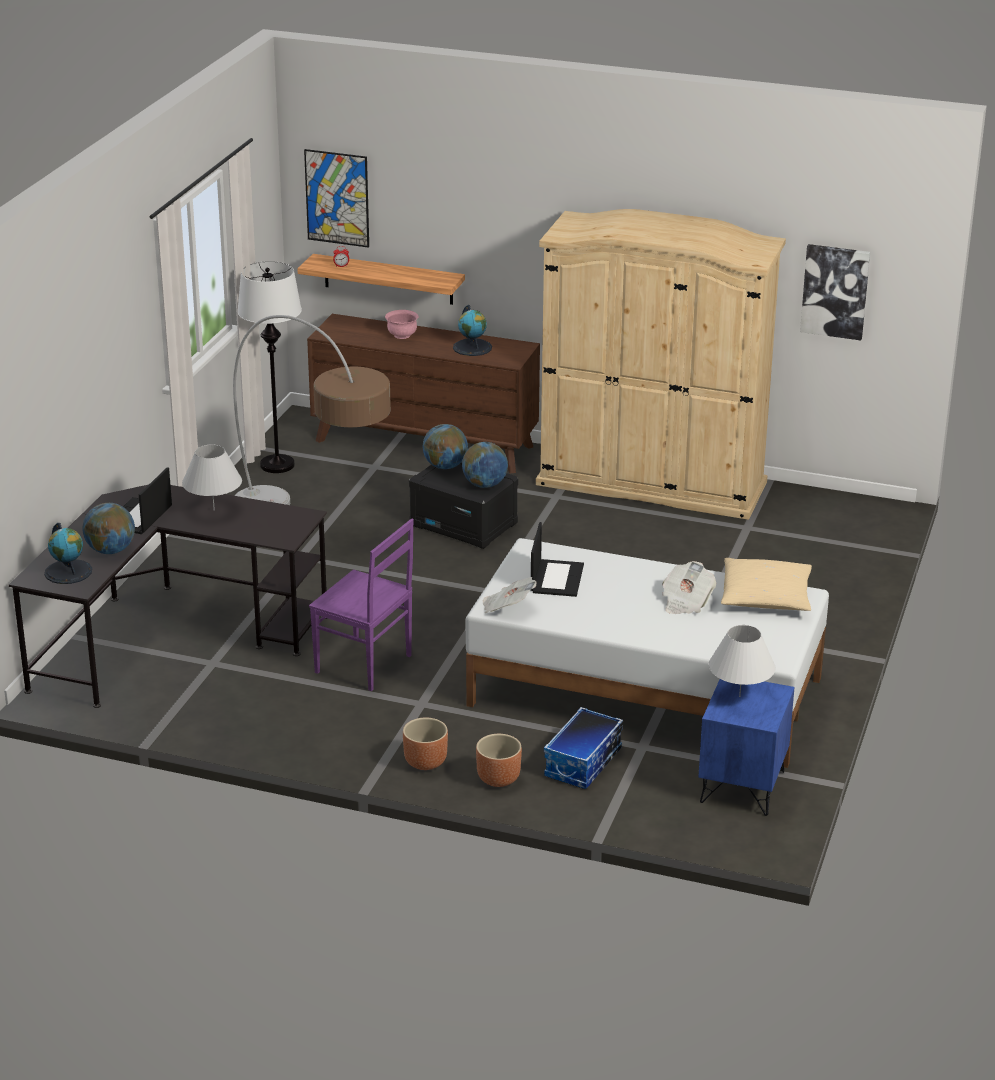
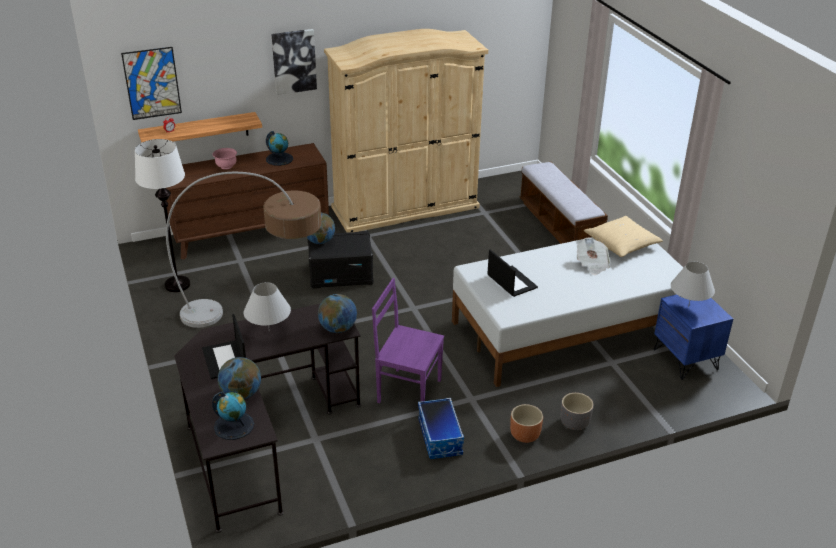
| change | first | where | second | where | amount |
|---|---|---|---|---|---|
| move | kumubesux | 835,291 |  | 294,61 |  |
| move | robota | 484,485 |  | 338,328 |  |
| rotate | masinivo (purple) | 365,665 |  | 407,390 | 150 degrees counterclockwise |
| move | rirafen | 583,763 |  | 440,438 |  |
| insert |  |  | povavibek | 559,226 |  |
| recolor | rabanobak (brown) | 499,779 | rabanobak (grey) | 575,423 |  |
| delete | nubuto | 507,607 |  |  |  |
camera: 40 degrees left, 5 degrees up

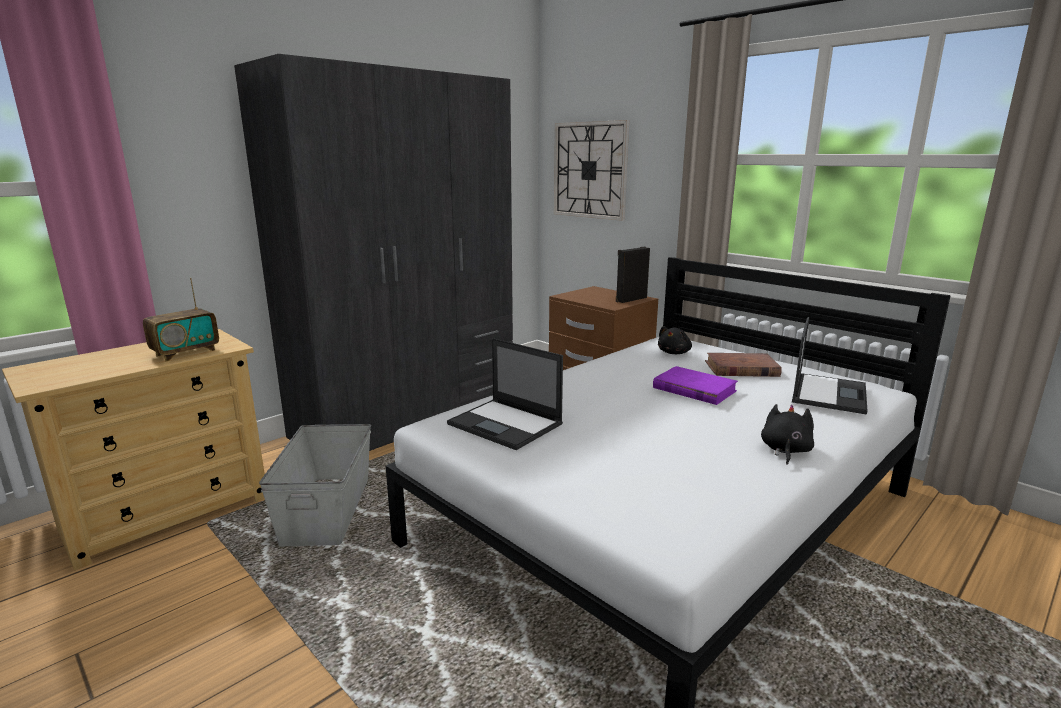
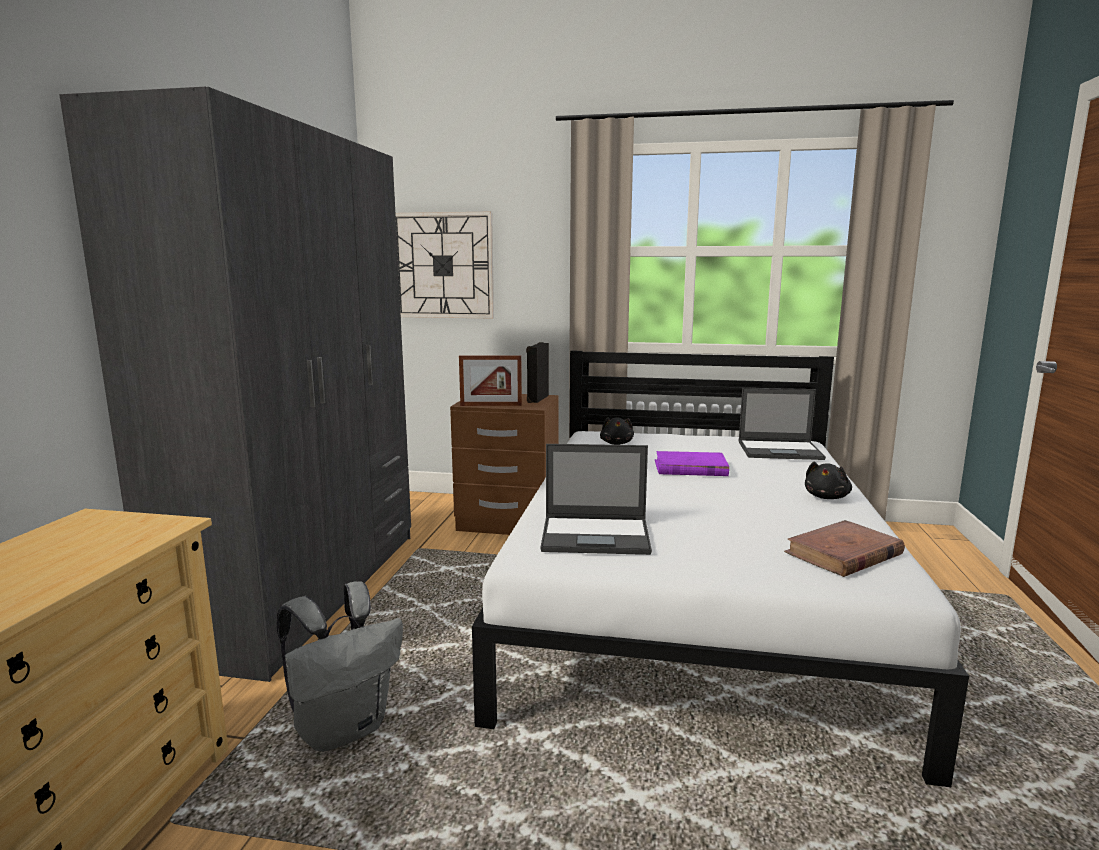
| change | first | where | second | where | amount |
|---|---|---|---|---|---|
| replace | rirafen (grey) | 328,510 | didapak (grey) | 344,728 |  |
| insert |  |  | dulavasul | 491,405 |  |
| rotate | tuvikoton | 828,393 |  | 780,450 | 105 degrees clockwise |
| move | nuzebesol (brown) | 741,369 |  | 843,554 |  |
| rotate | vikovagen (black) | 785,450 |  | 827,497 | 135 degrees counterclockwise |
| delete | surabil | 185,353 |  |  |  |
camera: 35 degrees left, 5 degrees down

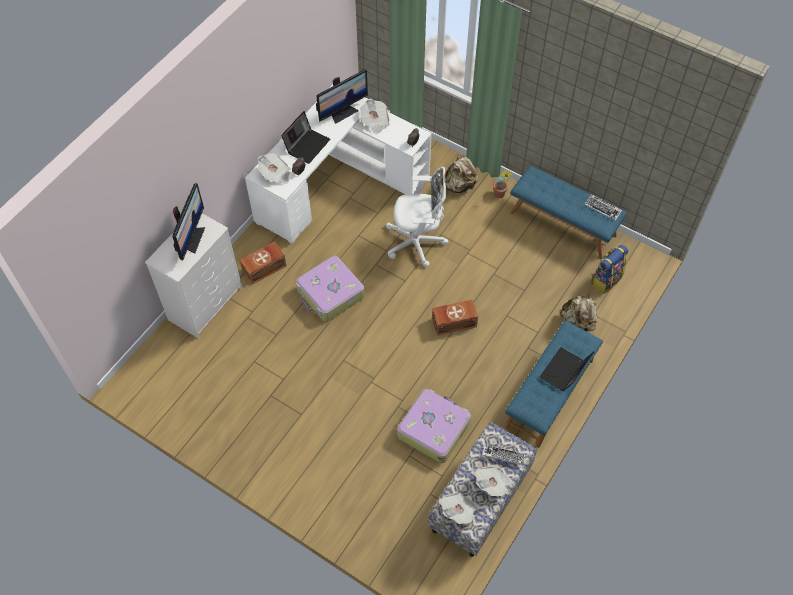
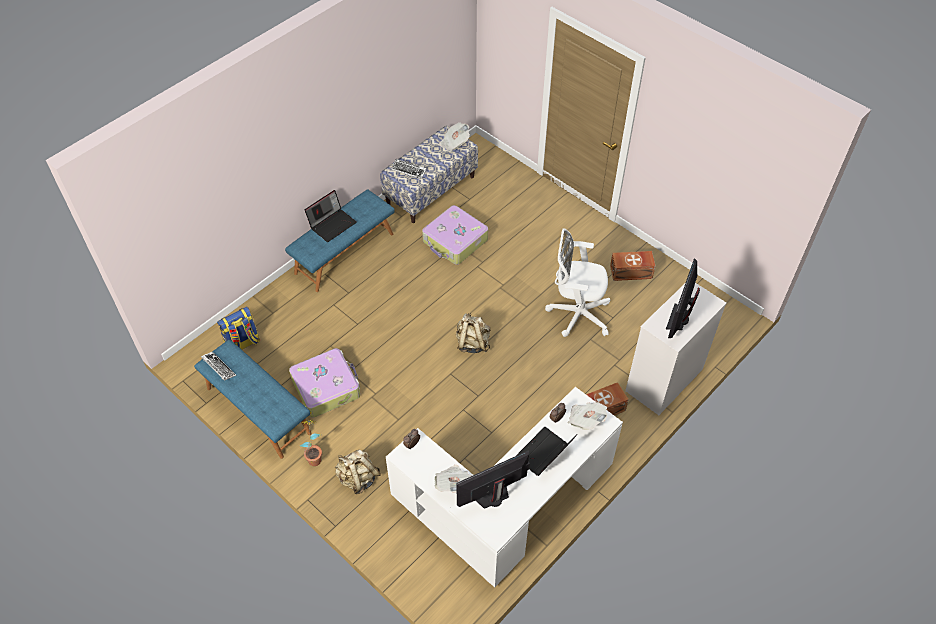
| change | first | where | second | where | amount |
|---|---|---|---|---|---|
| move | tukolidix | 330,294 |  | 326,387 |  |
| move | didapak (beige) | 578,323 |  | 472,343 |  |
| move | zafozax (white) | 417,243 |  | 576,314 |  |
| move | rirafen (brown) | 453,322 |  | 631,272 |  |
| delete | nubuto | 493,484 |  |  |  |
camera: 170 degrees left, 5 degrees down

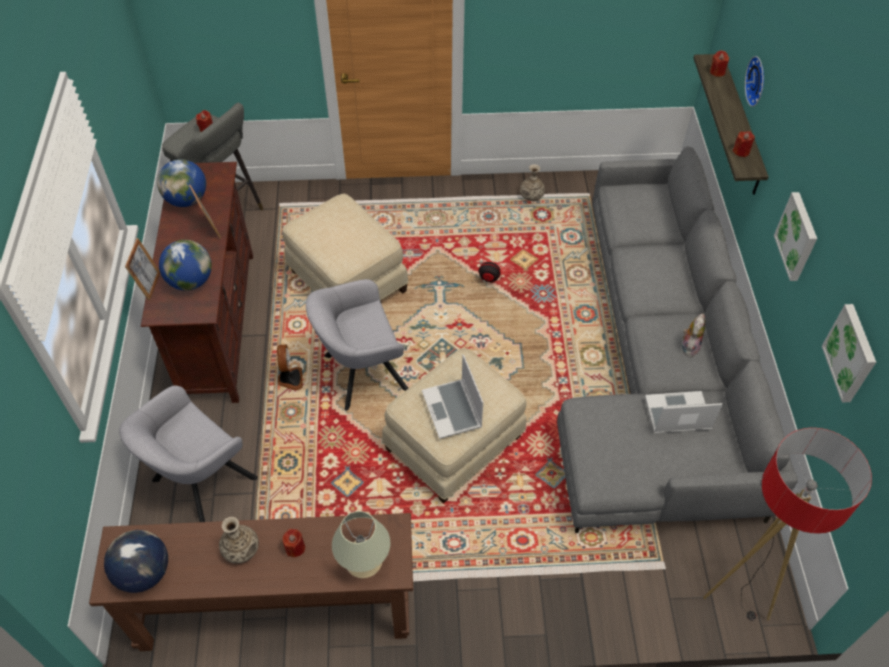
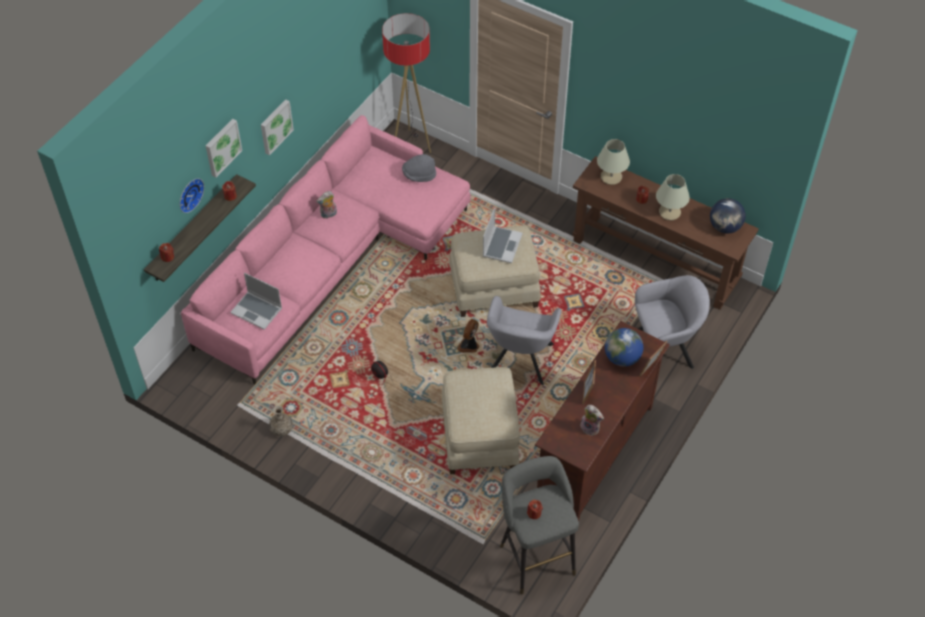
| change | first | where | second | where | amount |
|---|---|---|---|---|---|
| recolor | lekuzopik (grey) | 657,370 | lekuzopik (pink) | 332,260 |  |
| move | kumubesux | 851,353 |  | 222,147 |  |
| move | tuvikoton | 677,414 |  | 257,311 |  |
| insert |  |  | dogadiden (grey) | 419,175 |  |
| move | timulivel | 290,379 |  | 469,346 |  |
| rotate | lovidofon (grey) | 360,374 |  | 519,362 | 90 degrees clockwise |
| replace | robota | 187,200 | vikovagen | 591,428 |  |
| replace | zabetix | 241,550 | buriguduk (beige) | 669,212 |  |
camera: 145 degrees left, 0 degrees up

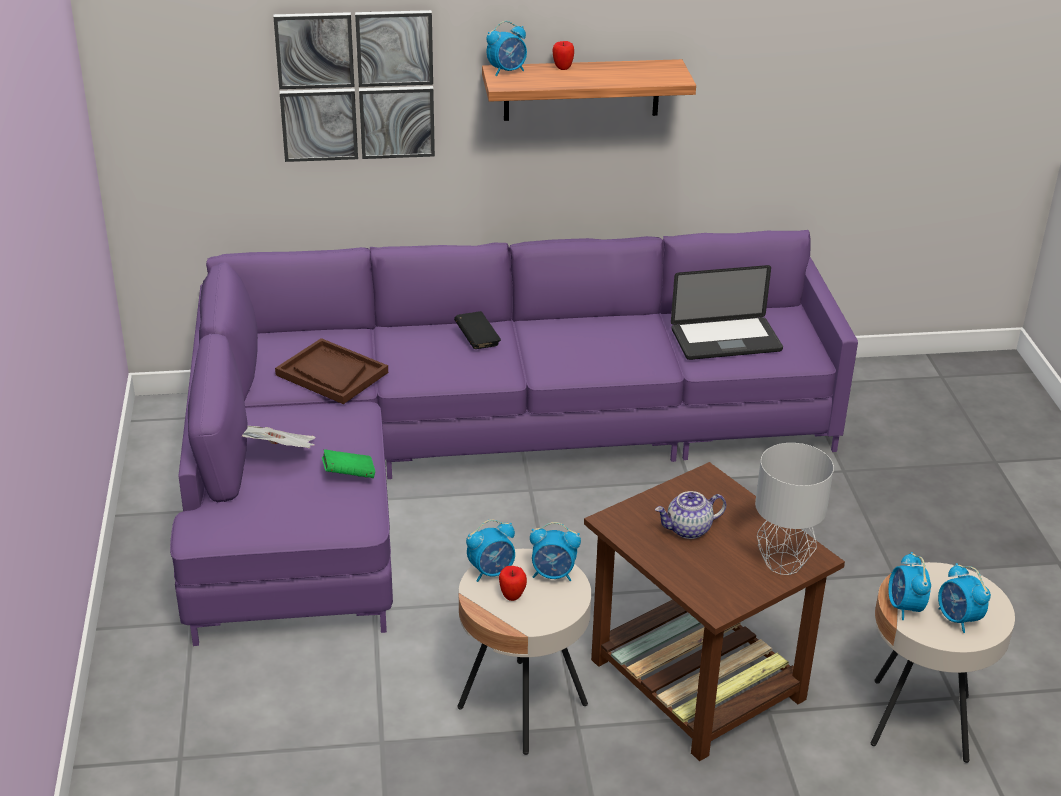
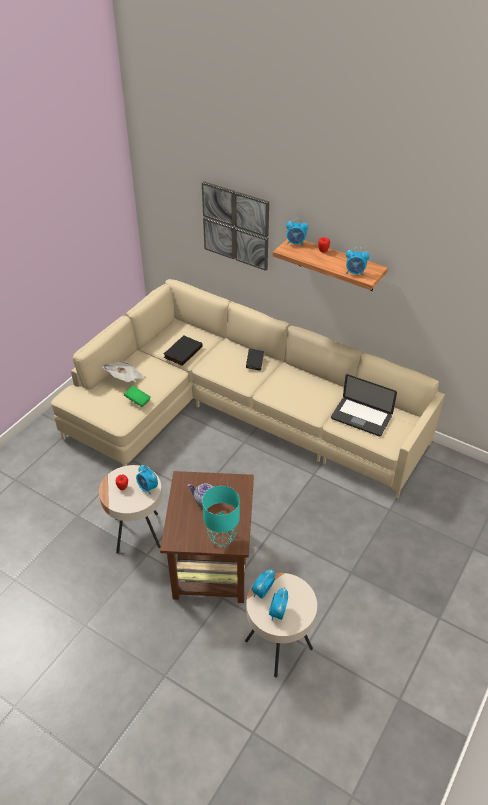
| change | first | where | second | where | amount |
|---|---|---|---|---|---|
| recolor | lekuzopik (purple) | 466,458 | lekuzopik (beige) | 236,413 |  |
| replace | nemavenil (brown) | 331,374 | nuzebesol (black) | 182,352 |  |
| recolor | buriguduk (grey) | 784,563 | buriguduk (turquoise) | 223,539 |  |
| move | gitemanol | 492,572 |  | 355,273 |  |
camera: 40 degrees right, 10 degrees up

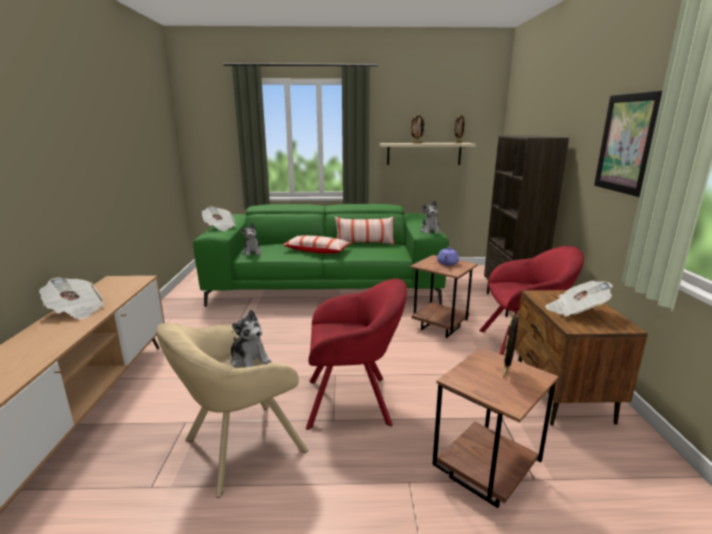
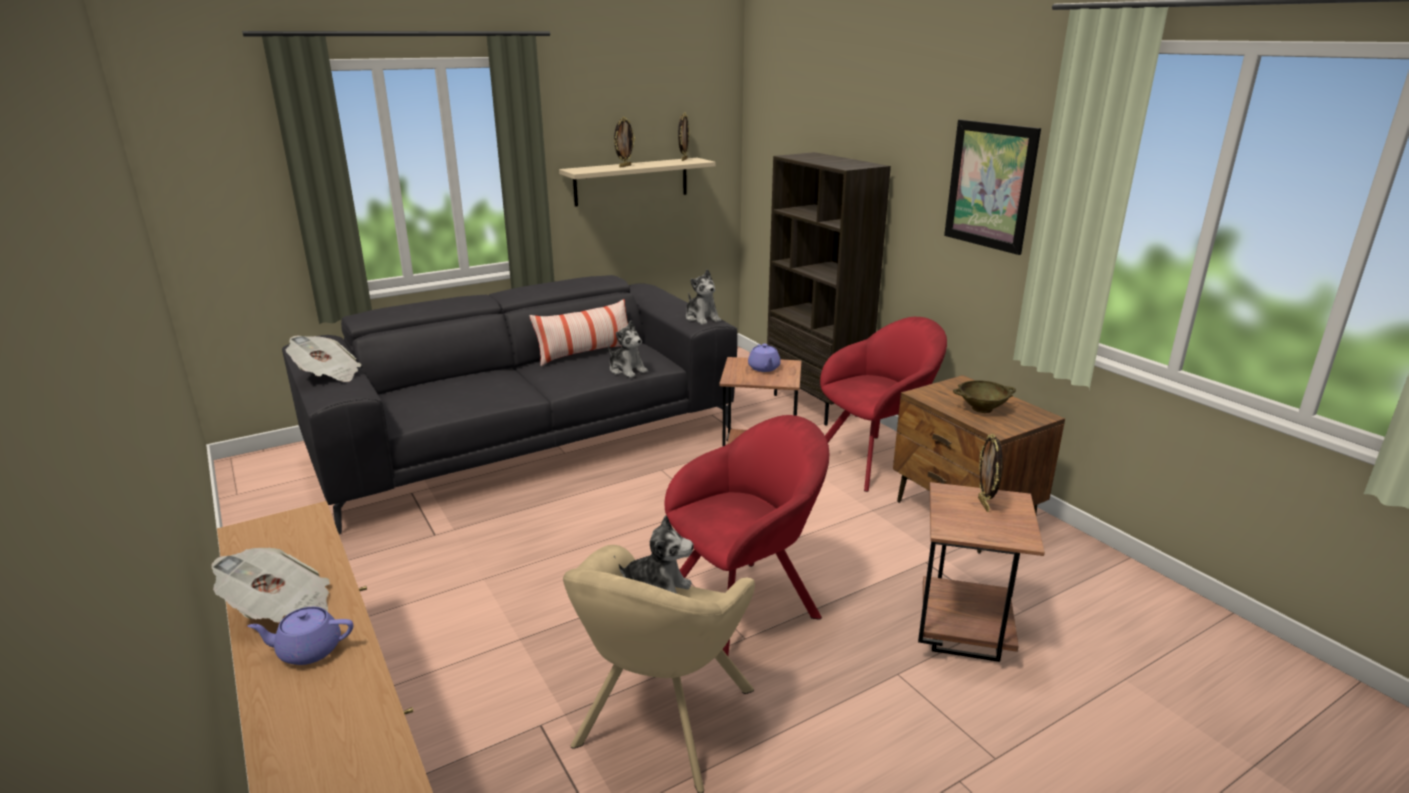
| change | first | where | second | where | amount |
|---|---|---|---|---|---|
| insert |  |  | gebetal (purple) | 308,650 |  |
| recolor | lekuzopik (green) | 326,287 | lekuzopik (grey) | 526,441 |  |
| move | vikovagen | 252,252 |  | 627,370 |  |
| replace | nubuto | 575,311 | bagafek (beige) | 981,409 |  |
| delete | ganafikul | 317,251 |  |  |  |
camera: 30 degrees left, 5 degrees up

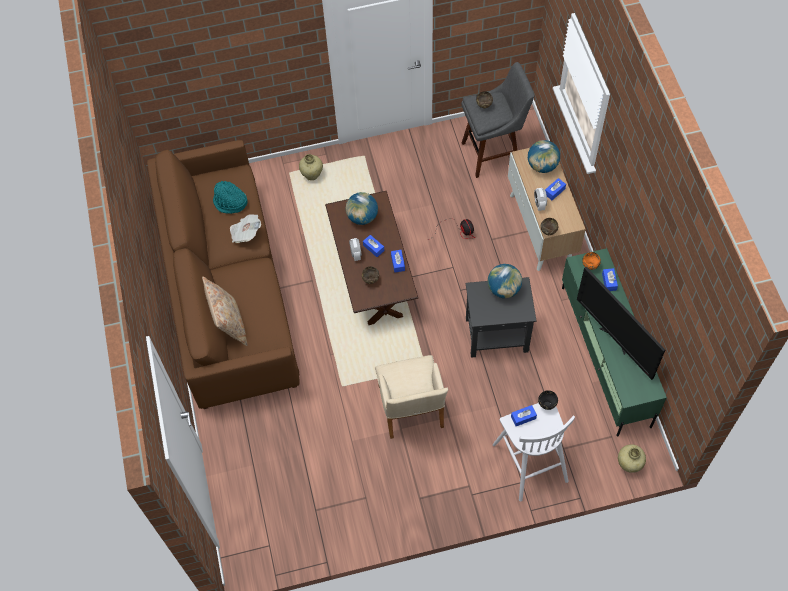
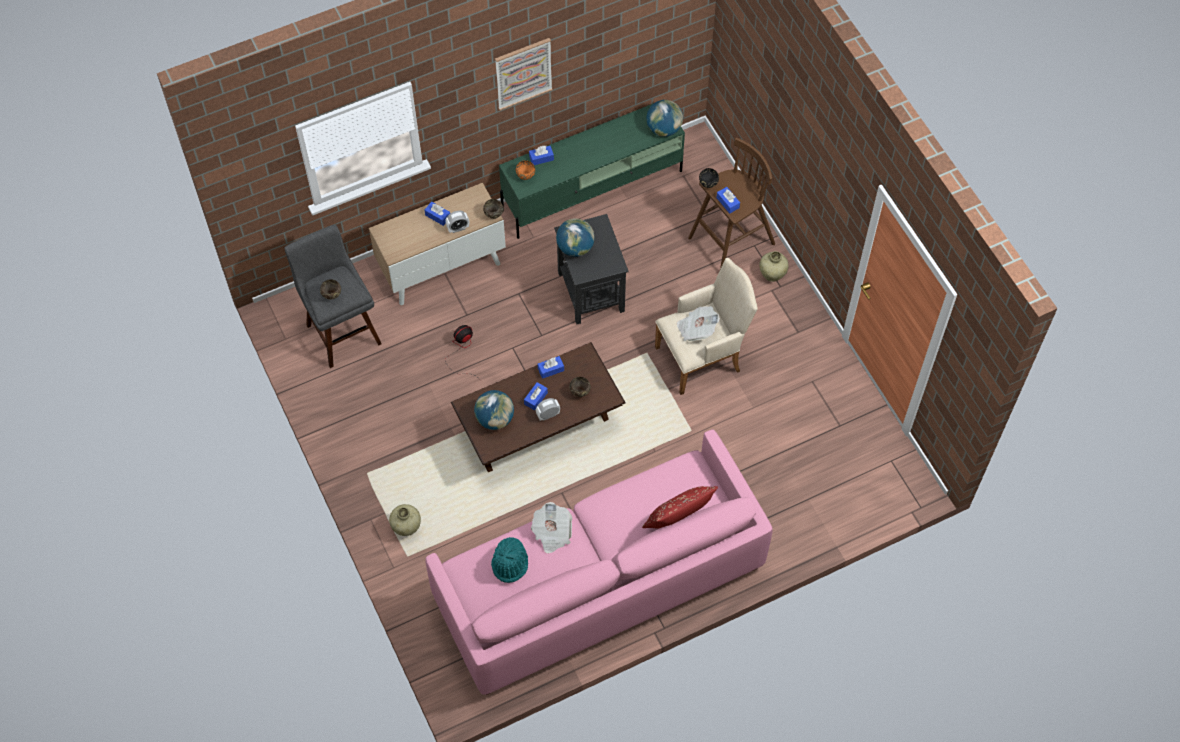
| change | first | where | second | where | amount |
|---|---|---|---|---|---|
| recolor | lekuzopik (brown) | 229,292 | lekuzopik (pink) | 598,582 |  |
| insert |  |  | kumubesux | 523,73 |  |
| recolor | ganafikul (beige) | 229,324 | ganafikul (red) | 678,520 |  |
| move | robota | 542,166 |  | 664,129 |  |
| insert |  |  | nubuto | 696,329 |  |
| recolor | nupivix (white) | 529,461 | nupivix (brown) | 730,242 |  |
| move | zabetix (beige) | 629,464 |  | 772,275 |  |
| delete | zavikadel | 615,339 |  |  |  |
camera: 105 degrees left, 0 degrees up

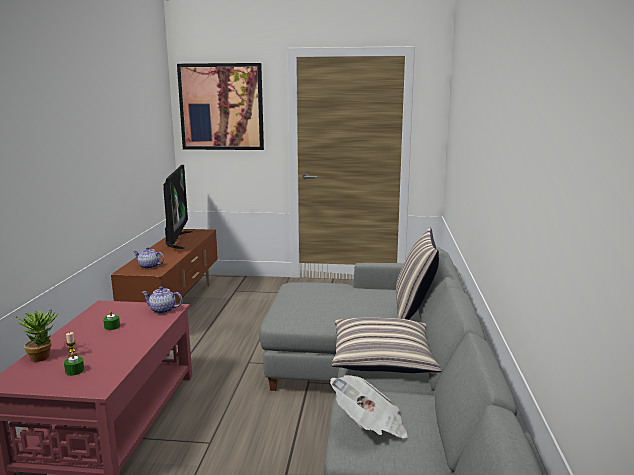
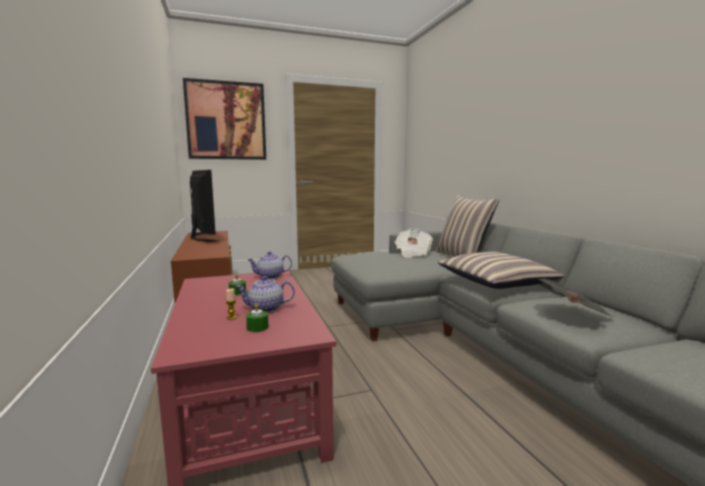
| change | first | where | second | where | amount |
|---|---|---|---|---|---|
| move | gebetal | 149,266 |  | 265,308 |  |
| insert |  |  | nubuto | 412,253 |  |
| delete | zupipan | 42,356 |  |  |  |
camera: 25 degrees left, 5 degrees down

